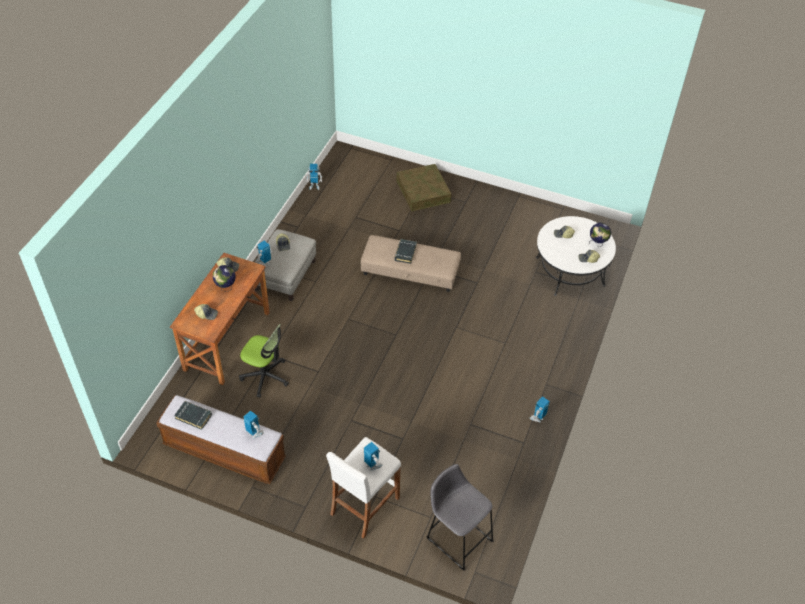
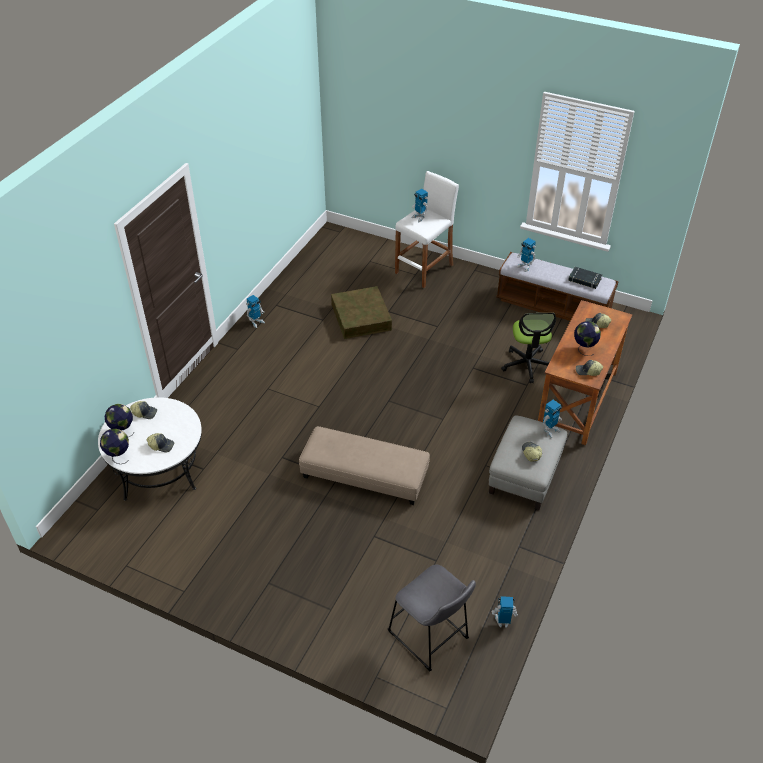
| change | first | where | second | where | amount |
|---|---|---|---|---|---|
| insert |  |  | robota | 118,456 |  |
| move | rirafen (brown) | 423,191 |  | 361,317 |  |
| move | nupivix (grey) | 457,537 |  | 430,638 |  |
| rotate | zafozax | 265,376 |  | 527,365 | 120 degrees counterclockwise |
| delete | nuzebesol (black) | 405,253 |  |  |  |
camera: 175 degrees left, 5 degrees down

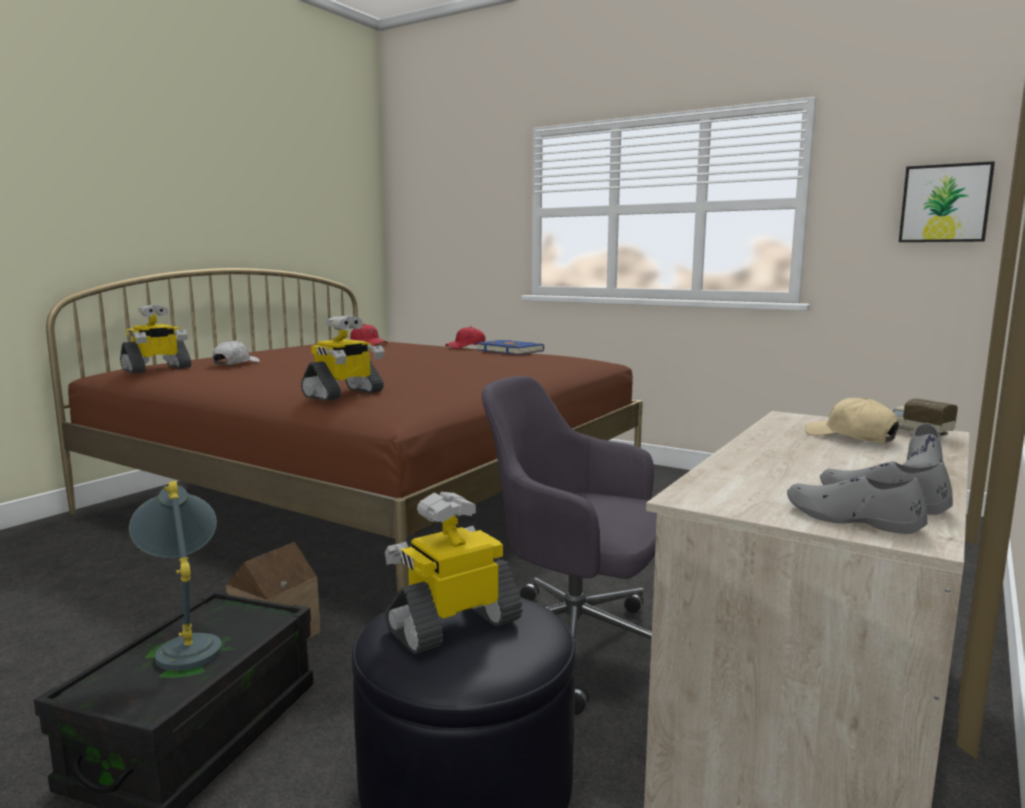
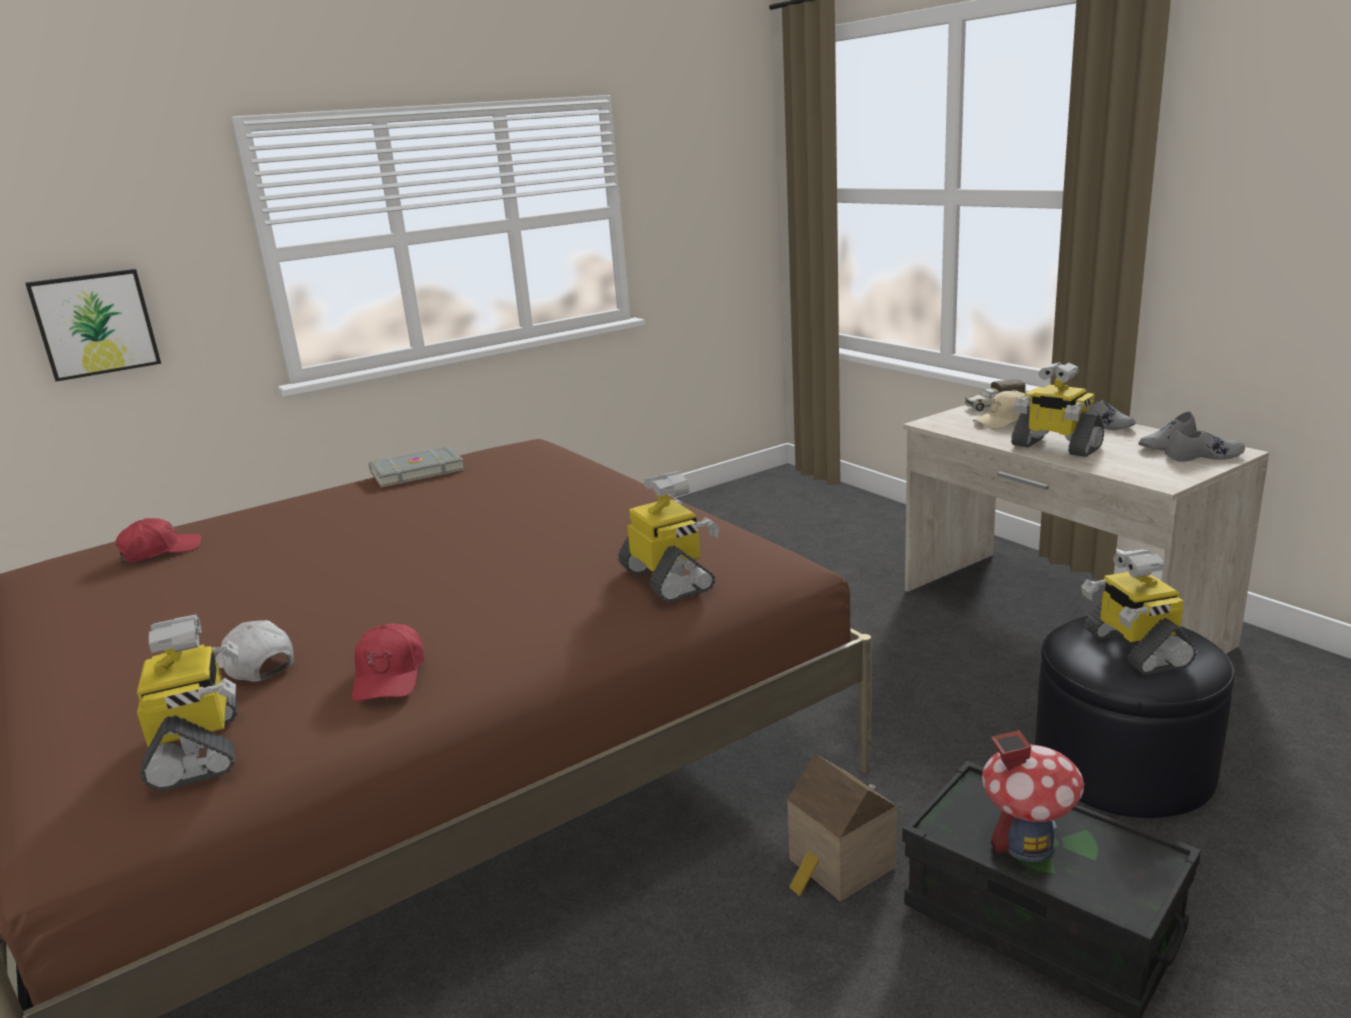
| change | first | where | second | where | amount |
|---|---|---|---|---|---|
| move | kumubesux | 945,203 |  | 95,324 |  |
| move | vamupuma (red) | 466,346 |  | 390,676 |  |
| recolor | nuzebesol (blue) | 510,350 | nuzebesol (grey) | 416,470 |  |
| replace | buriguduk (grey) | 187,643 | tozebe | 1027,844 |  |
| insert |  |  | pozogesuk | 1055,446 |  |
| rotate | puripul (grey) | 851,518 |  | 1203,456 | 150 degrees counterclockwise |
| delete | zafozax (grey) | 576,645 |  |  |  |
camera: 65 degrees left, 10 degrees up

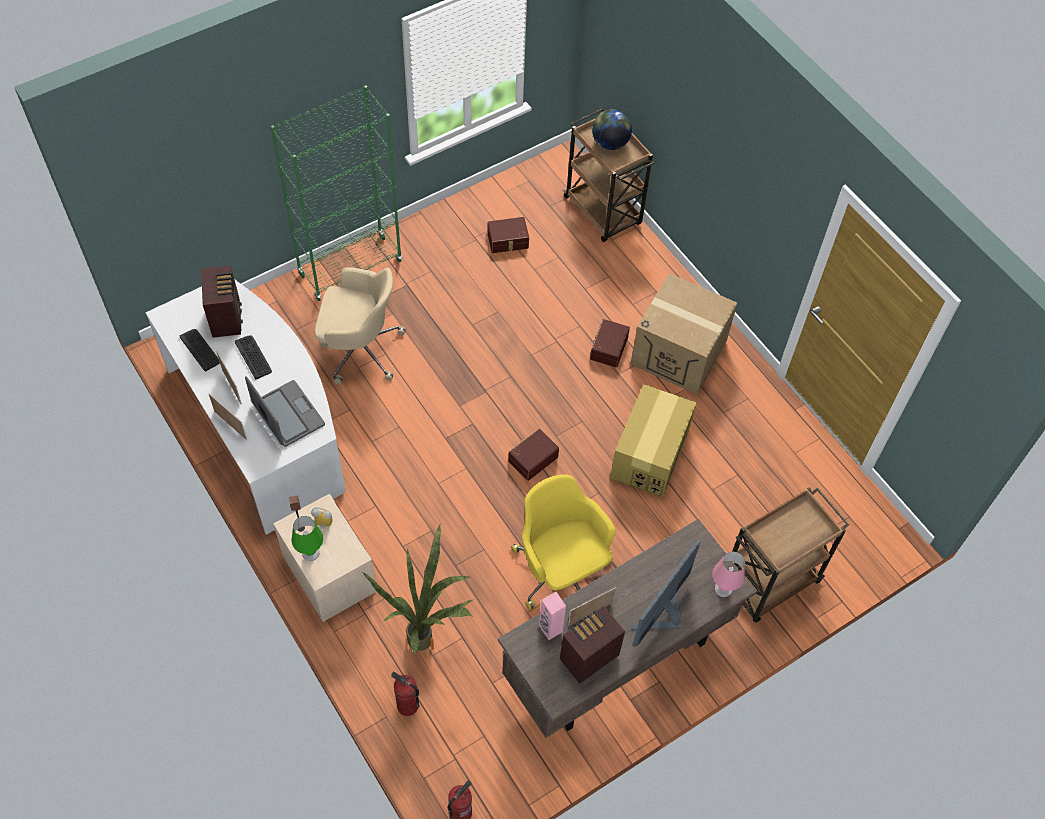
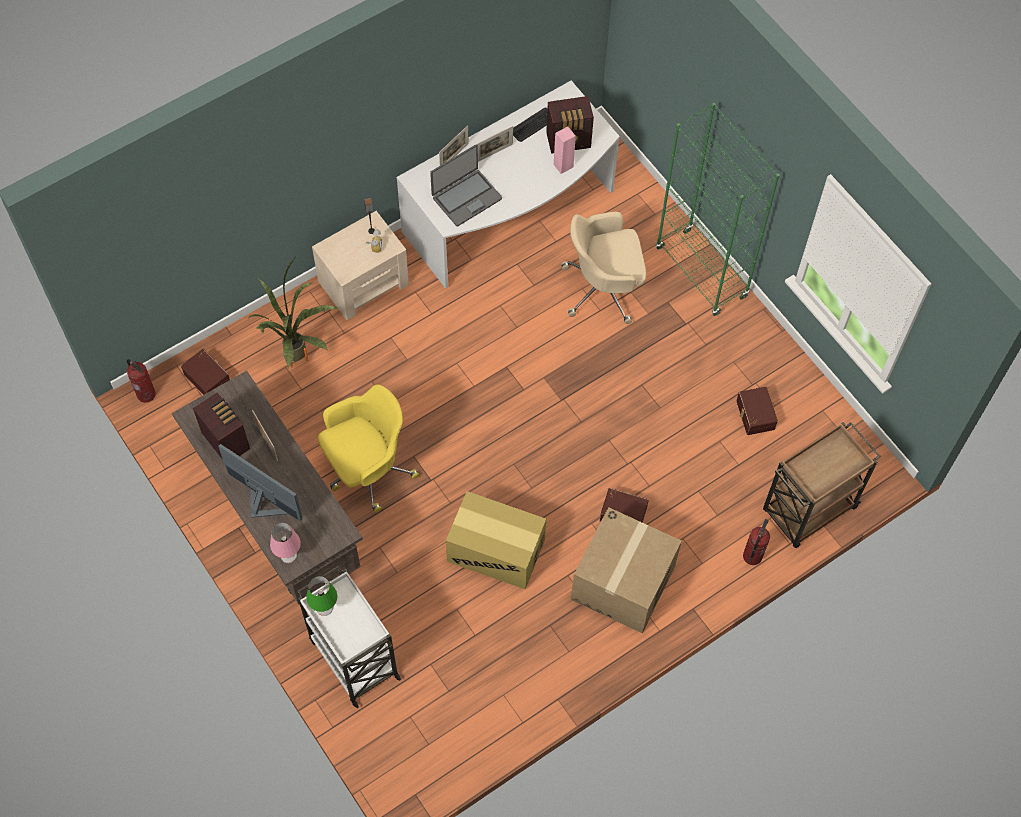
| change | first | where | second | where | amount |
|---|---|---|---|---|---|
| move | rirafen (brown) | 532,458 |  | 208,377 |  |
| recolor | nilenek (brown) | 768,583 | nilenek (white) | 353,657 |  |
| move | buriguduk (green) | 310,553 |  | 324,607 |  |
| move | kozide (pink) | 550,629 |  | 563,165 |  |
| rotate | zafozax (beige) | 359,348 |  | 604,288 | 75 degrees clockwise |
| move | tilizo | 407,706 |  | 752,556 |  |
| delete | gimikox | 253,357 |  |  |  |
| delete | robota | 610,143 |  |  |  |
camera: 90 degrees right, 5 degrees up

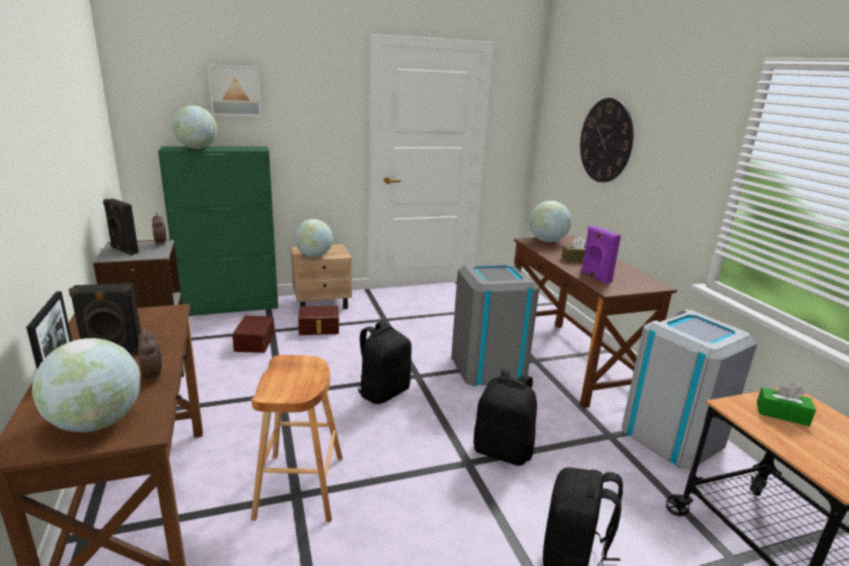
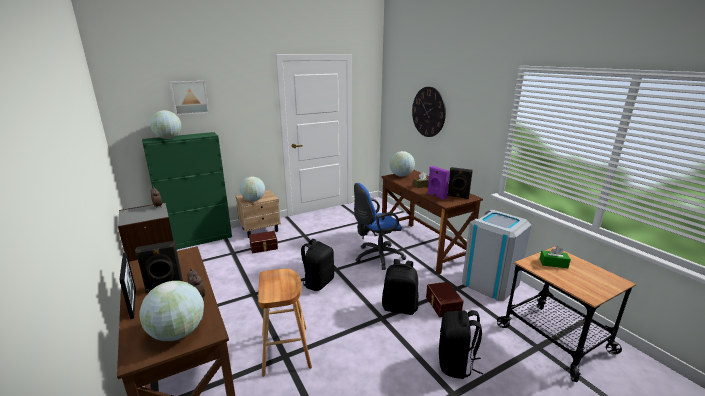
| change | first | where | second | where | amount |
|---|---|---|---|---|---|
| replace | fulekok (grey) | 487,367 | zafozax (blue) | 376,257 |  |
| move | rirafen (brown) | 253,342 |  | 442,305 |  |
| move | kozide (black) | 123,250 |  | 458,197 |  |
camera: 10 degrees left, 0 degrees up

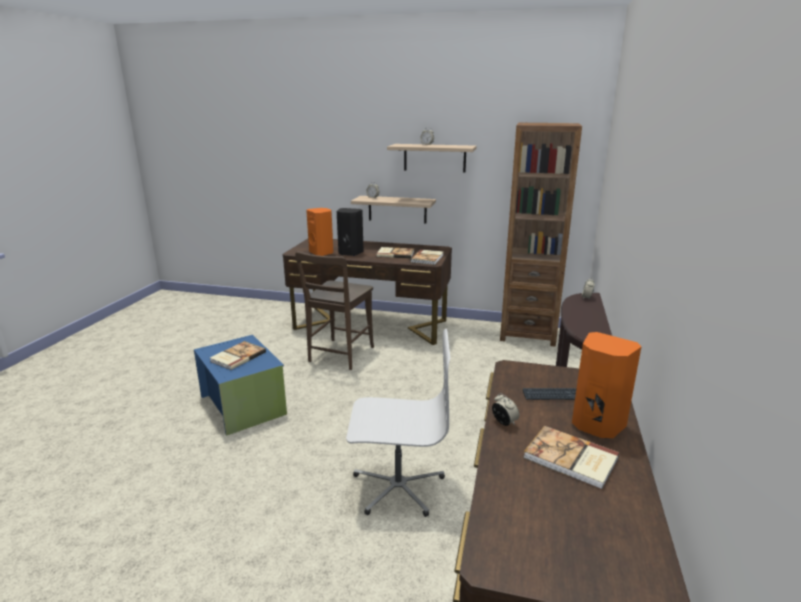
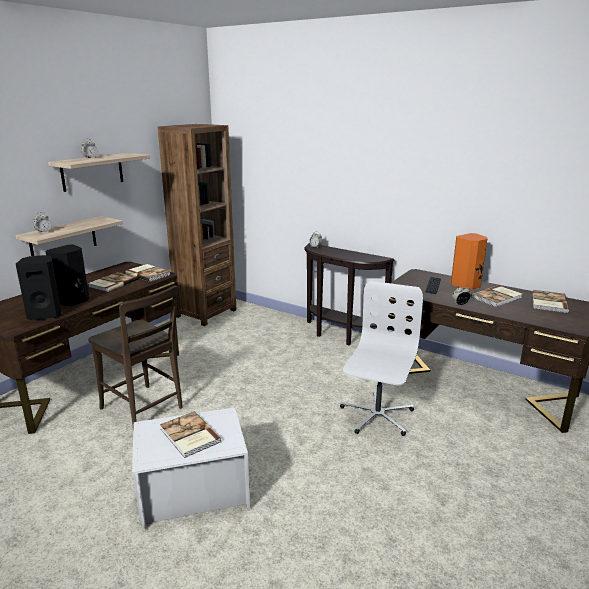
| change | first | where | second | where | amount |
|---|---|---|---|---|---|
| recolor | kozide (orange) | 322,253 | kozide (black) | 46,314 |  |
| recolor | rirafen (blue) | 244,404 | rirafen (white) | 193,492 |  |
| insert |  |  | nuzebesol | 548,303 |  |
camera: 70 degrees left, 0 degrees up

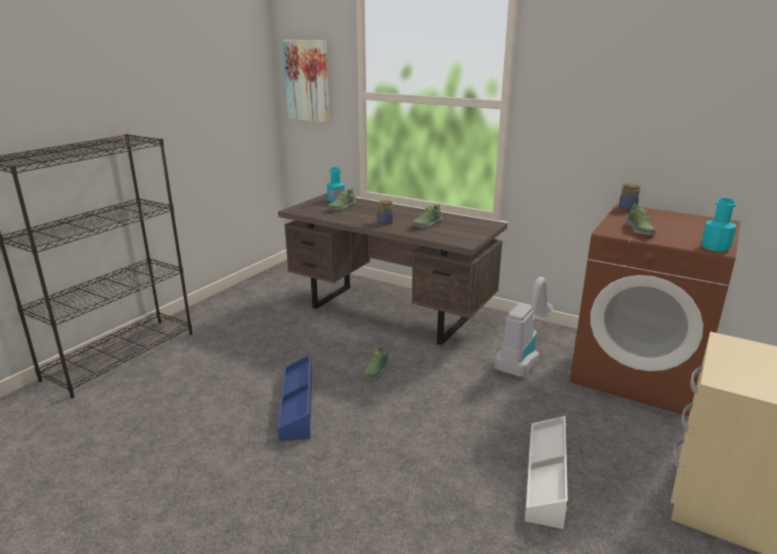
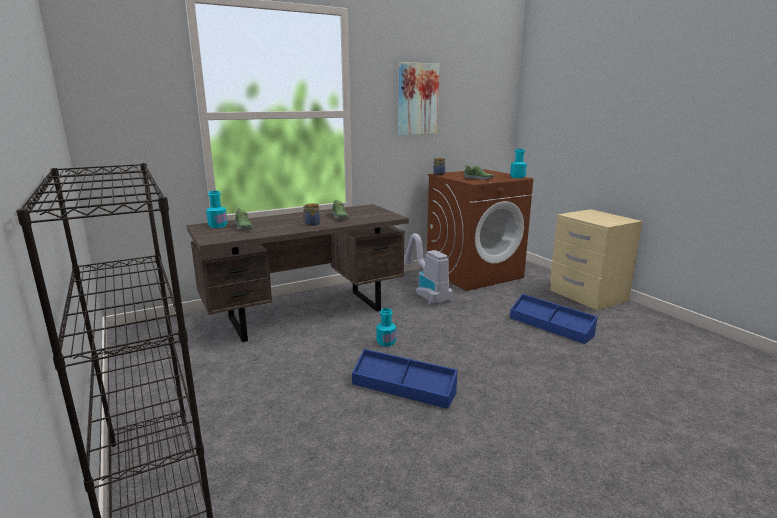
| change | first | where | second | where | amount |
|---|---|---|---|---|---|
| replace | puripul | 375,370 | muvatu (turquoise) | 386,342 |  |
| move | kumubesux | 307,81 |  | 417,99 |  |
| recolor | rirafen (white) | 546,477 | rirafen (blue) | 551,326 |  |
camera: 60 degrees left, 5 degrees down

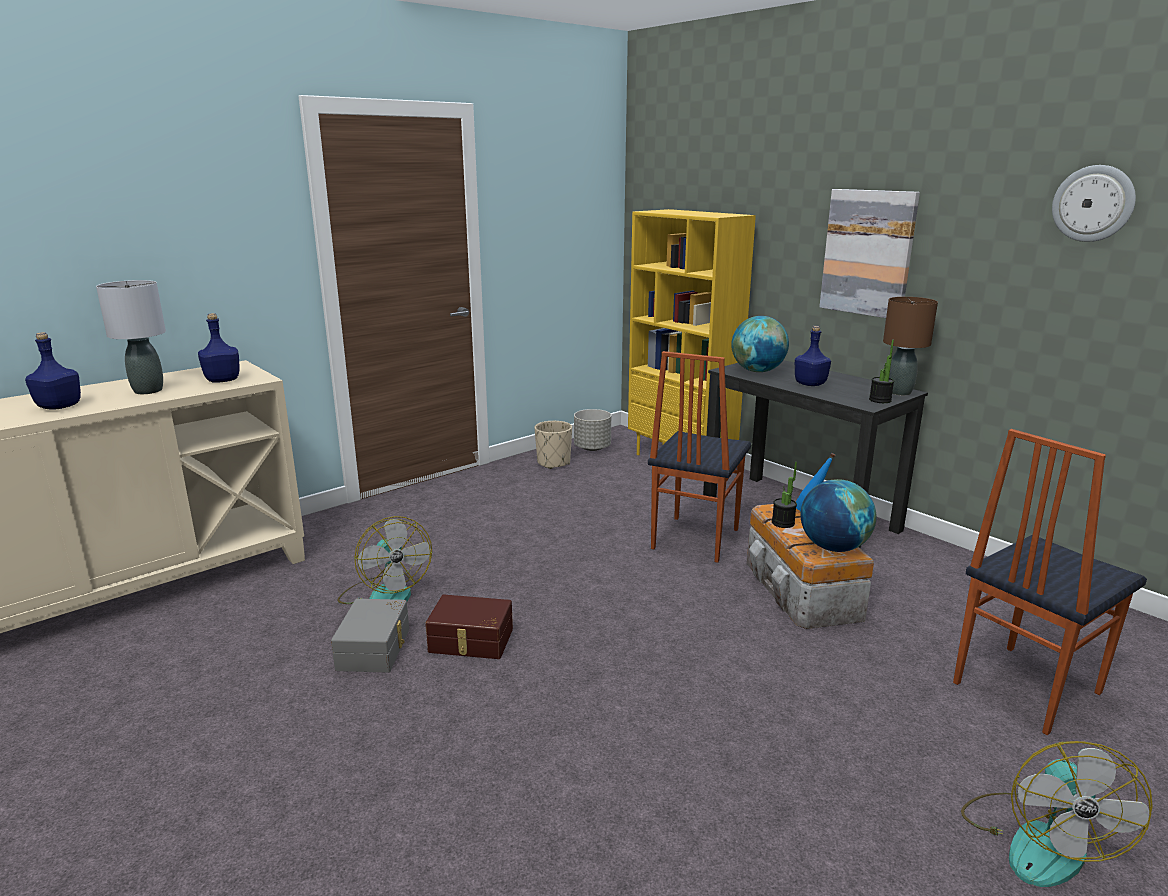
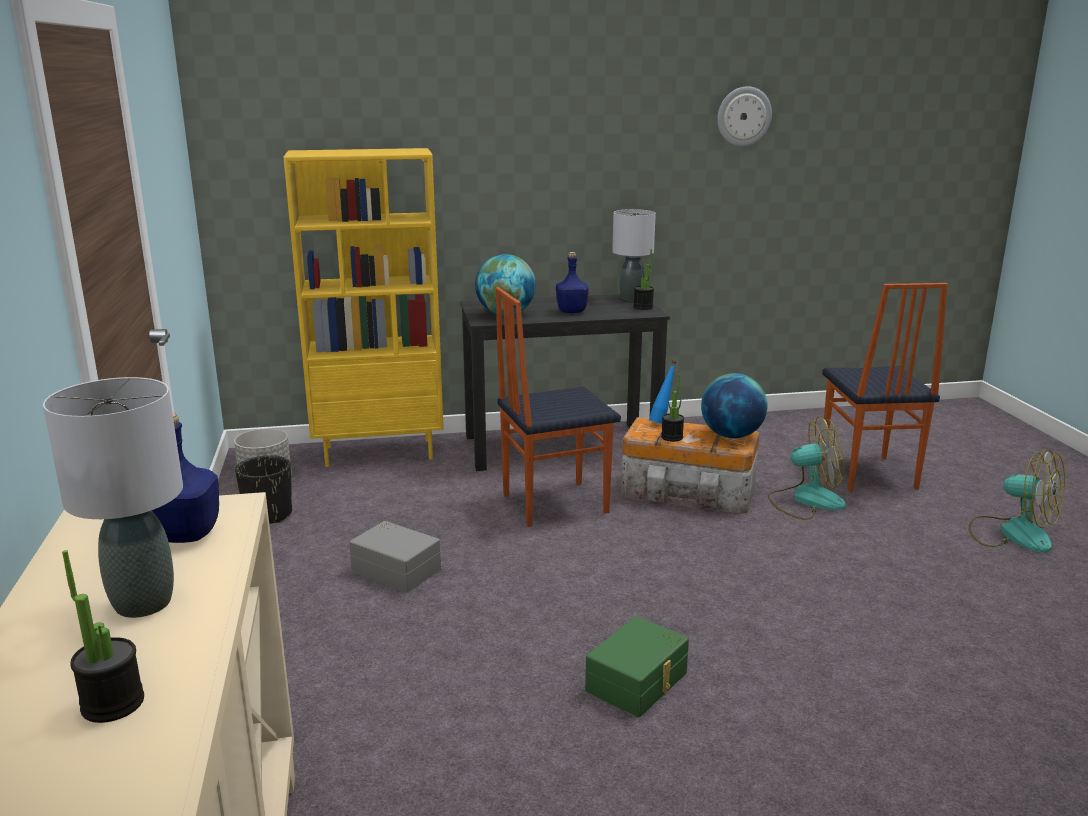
| change | first | where | second | where | amount |
|---|---|---|---|---|---|
| replace | muvatu (blue) | 60,406 | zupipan | 113,704 |  |
| recolor | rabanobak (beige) | 553,463 | rabanobak (black) | 268,515 |  |
| move | rirafen (grey) | 375,648 |  | 397,569 |  |
| rotate | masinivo | 693,539 |  | 553,503 | 105 degrees clockwise |
| recolor | rirafen (brown) | 470,641 | rirafen (green) | 638,682 |  |
| recolor | buriguduk (brown) | 899,392 | buriguduk (grey) | 631,298 |  |
| move | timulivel | 384,595 |  | 805,500 |  |
| delete | kumubesux | 868,253 |  |  |  |
camera: 60 degrees left, 0 degrees up

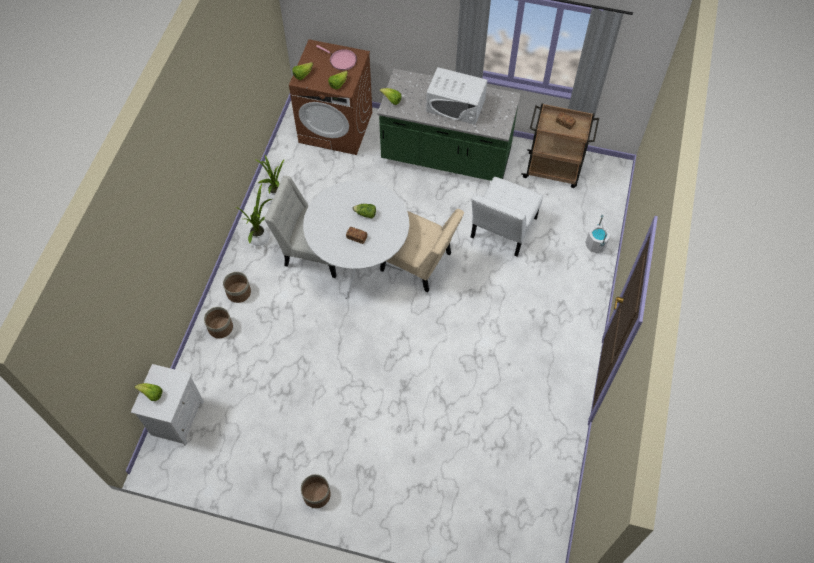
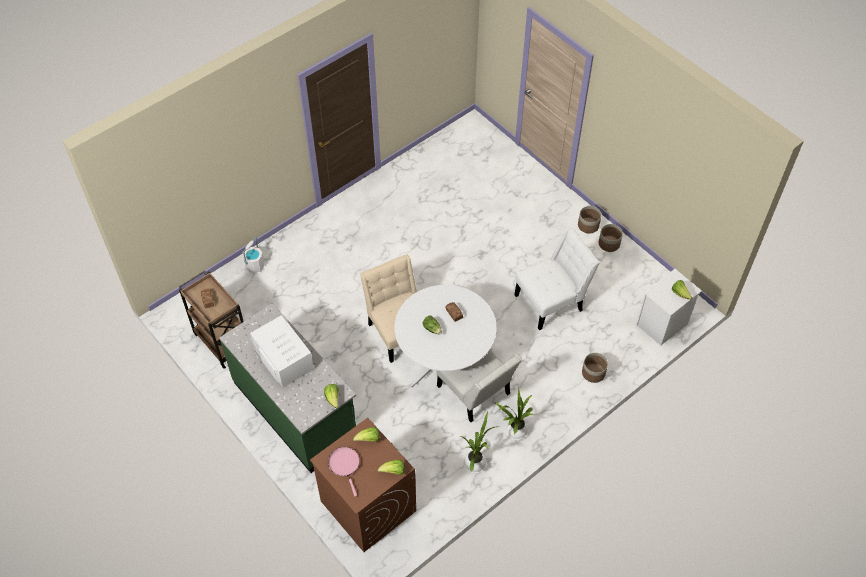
| change | first | where | second | where | amount |
|---|---|---|---|---|---|
| move | masinivo (white) | 502,230 |  | 552,301 |  |
| move | rabanobak | 238,292 |  | 609,244 |  |
camera: 145 degrees left, 5 degrees down

